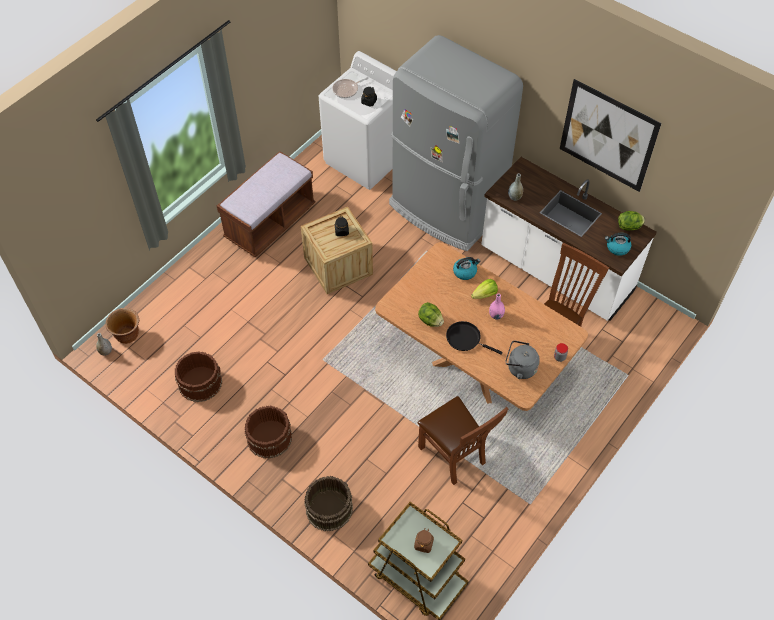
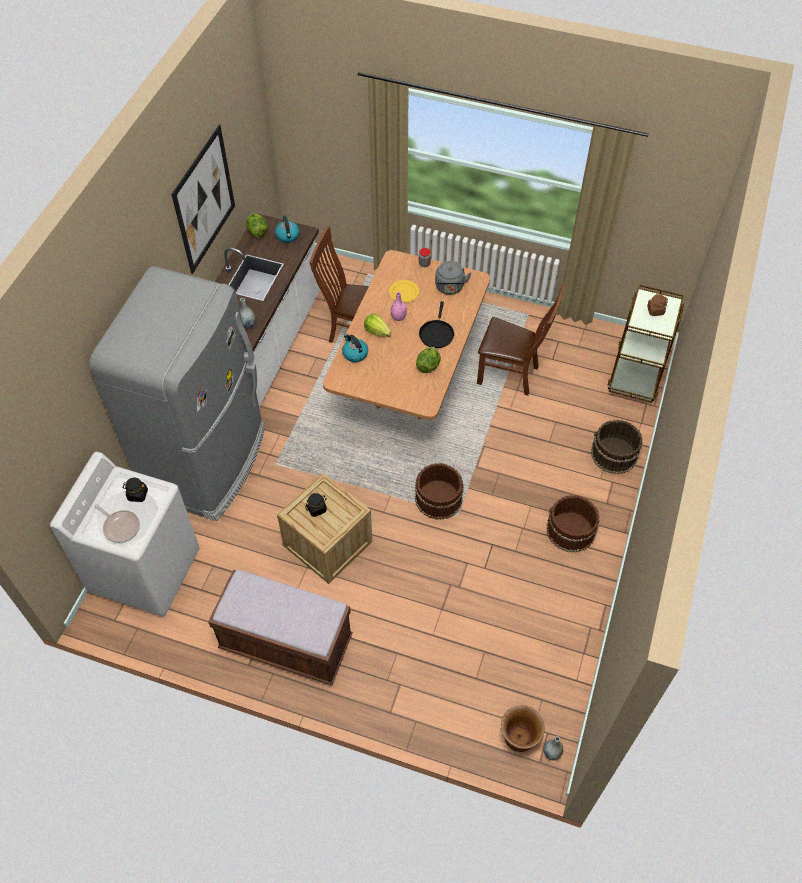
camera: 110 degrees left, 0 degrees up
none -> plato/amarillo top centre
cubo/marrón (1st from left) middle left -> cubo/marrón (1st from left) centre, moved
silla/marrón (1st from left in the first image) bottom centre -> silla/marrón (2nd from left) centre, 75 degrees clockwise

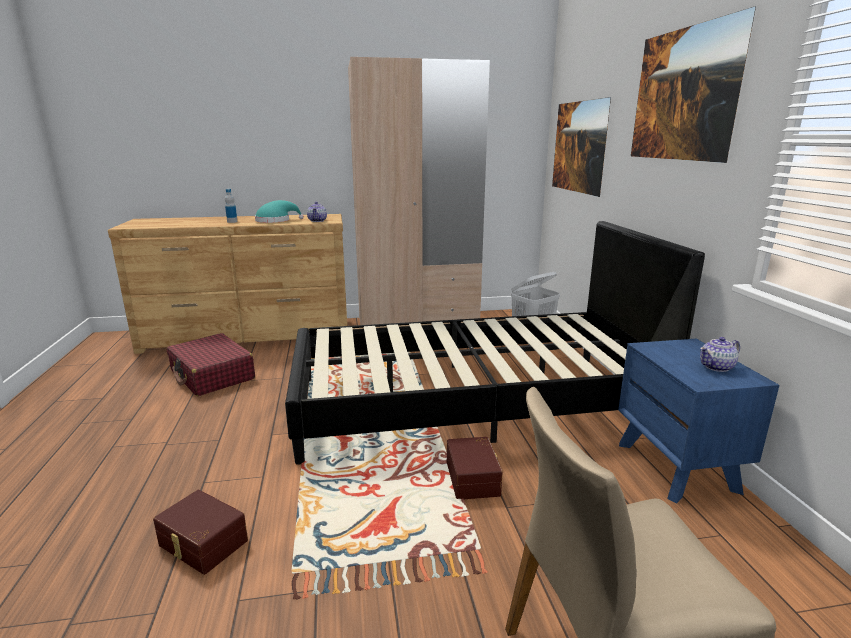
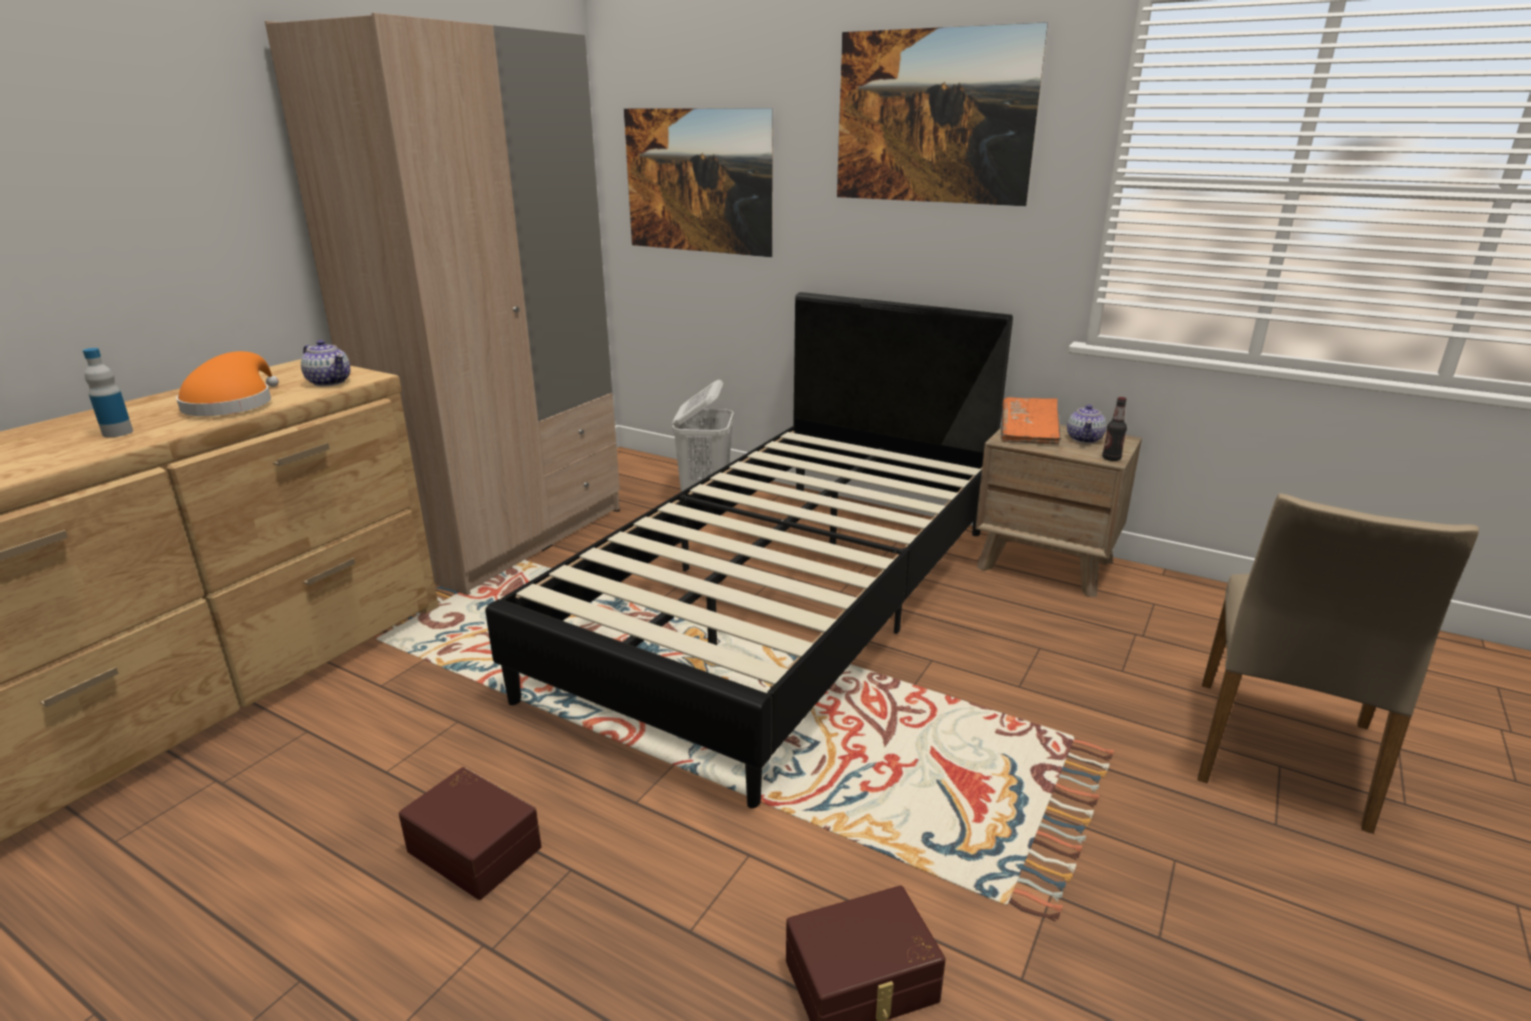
camera: 50 degrees left, 5 degrees up
maleta/rojo middle left -> none
none -> libro/naranja middle right
none -> botella (2nd from left) middle right
caja de almacenaje/marrón (2nd from left in the first image) bottom centre -> caja de almacenaje/marrón (1st from left) bottom left, moved
sombrero/turquesa top left -> sombrero/naranja middle left
mesita de noche/azul middle right -> mesita de noche/marrón middle right

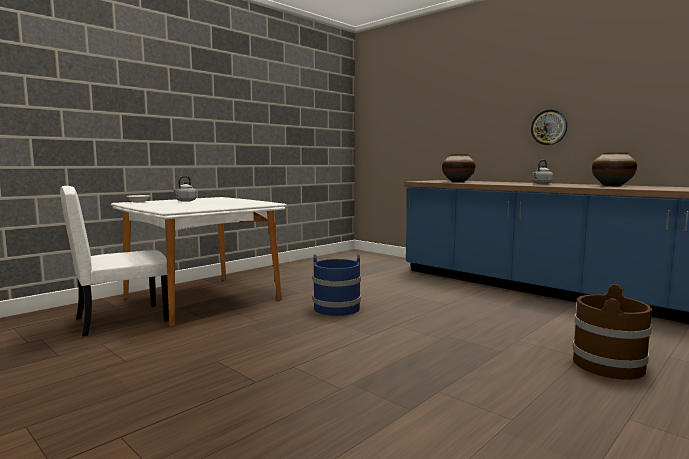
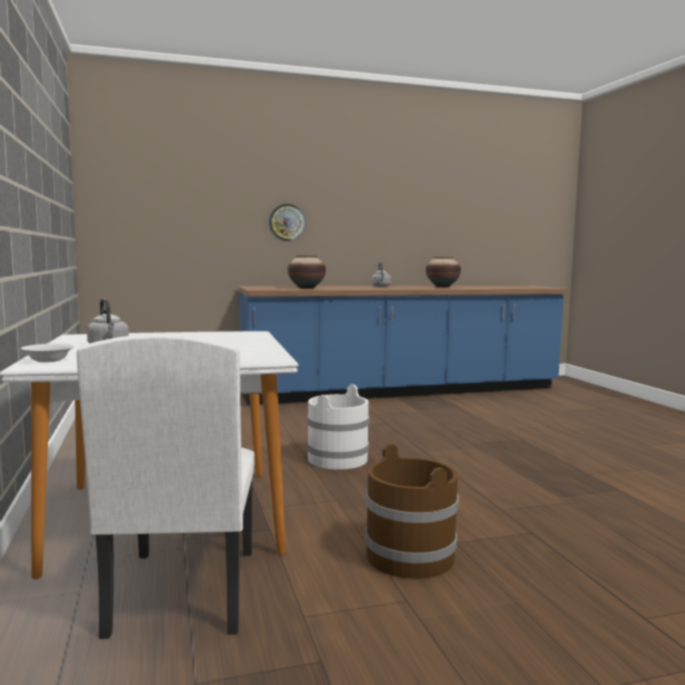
camera: 60 degrees left, 0 degrees up
reloj de pared top right -> reloj de pared top centre, moved
cubo/marrón bottom right -> cubo/marrón bottom centre, moved
cubo/azul centre -> cubo/blanco centre

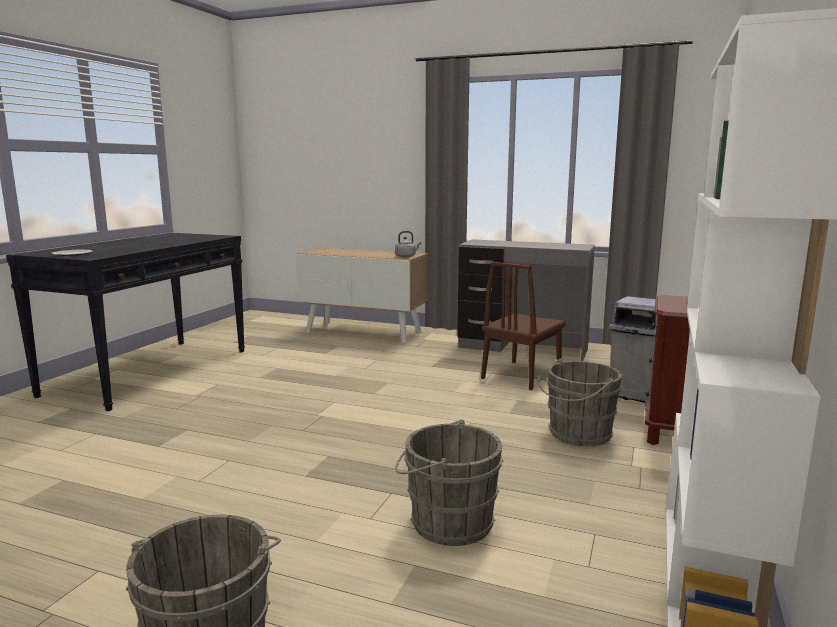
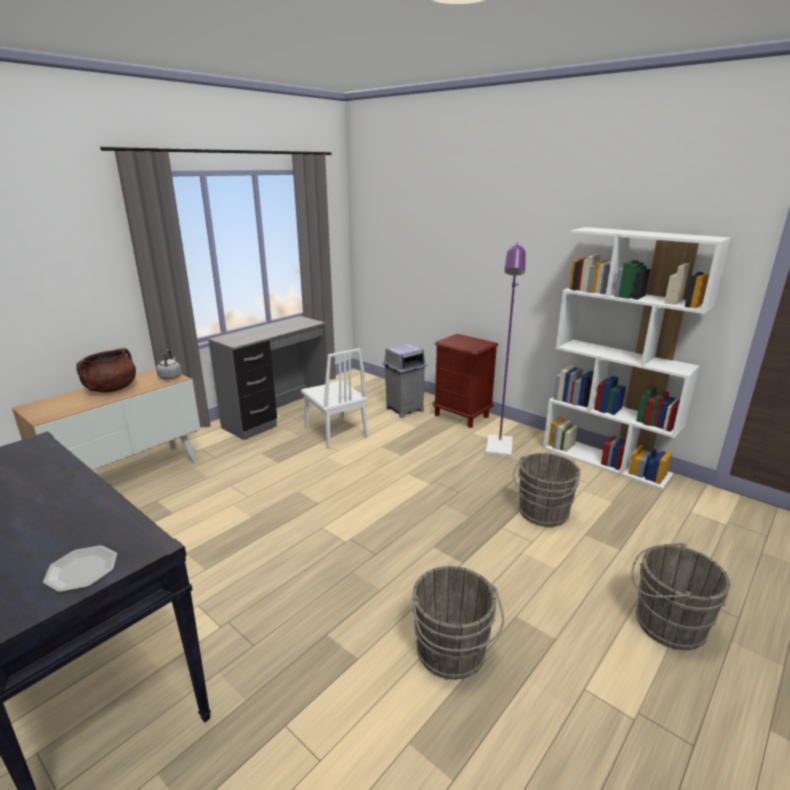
camera: 70 degrees left, 10 degrees up
none -> olla/marrón middle left
none -> lámpara de pie/morado centre
cubo/gris (3rd from left in the first image) middle right -> cubo/gris (1st from left) bottom centre, moved
silla/marrón centre -> silla/blanco centre

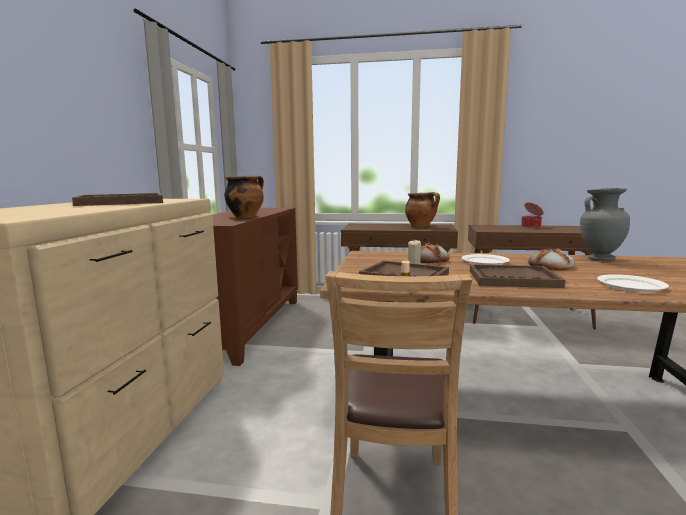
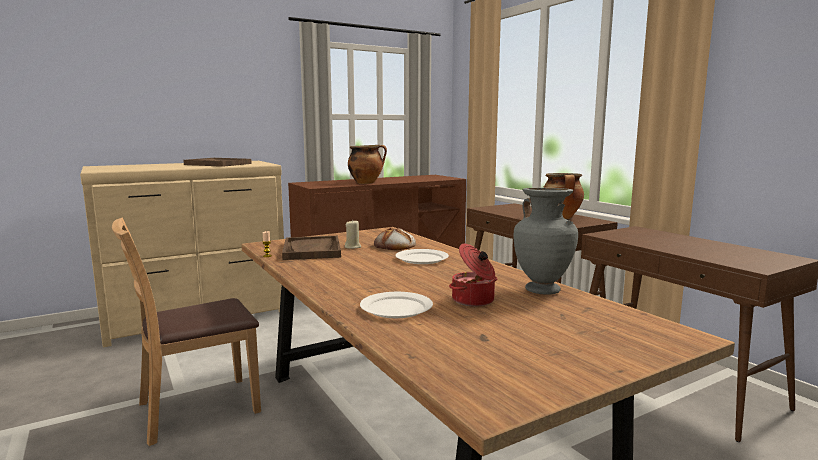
camera: 50 degrees right, 0 degrees up
bandeja/marrón (3rd from left) middle right -> none
pan (2nd from left) middle right -> none
olla (3rd from left in the first image) middle right -> olla (2nd from left) centre, moved

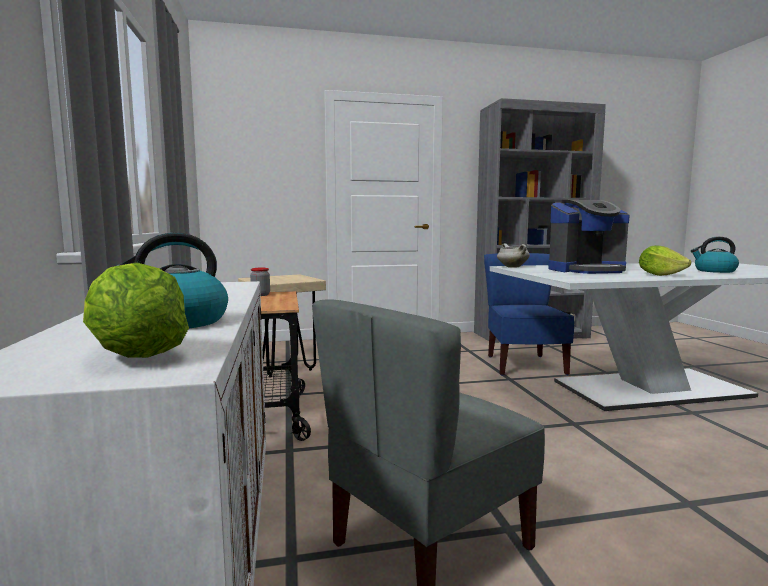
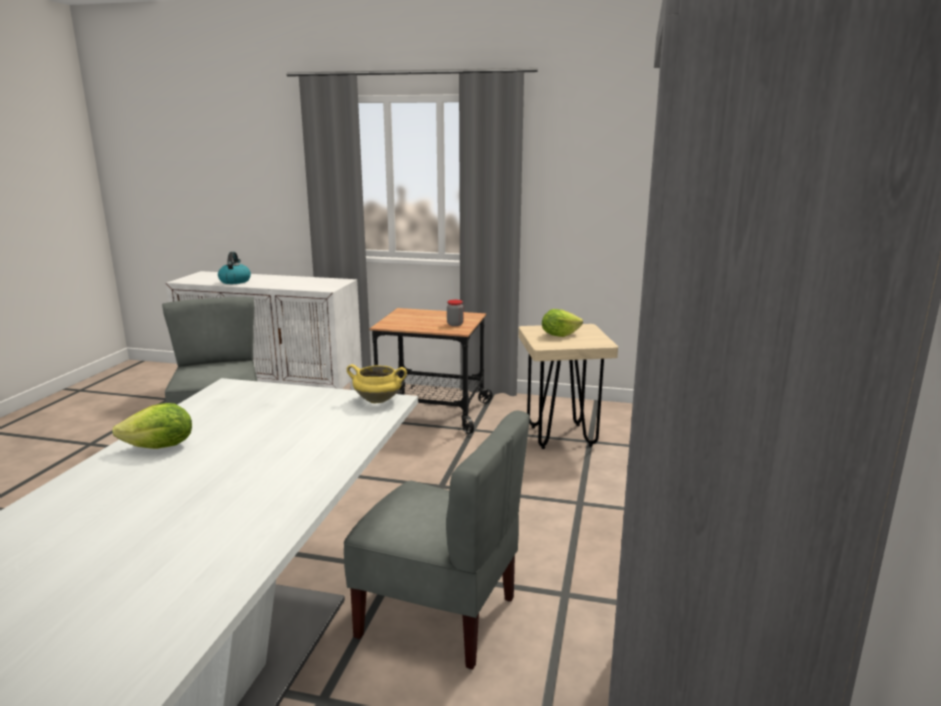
camera: 115 degrees right, 10 degrees up
cafetera middle right -> none
hervidor (2nd from left) middle right -> none
lechuga (1st from left in the first image) middle left -> lechuga (2nd from left) centre, moved
silla/azul middle right -> silla/gris (2nd from left) bottom centre
olla/blanco middle right -> olla/amarillo centre

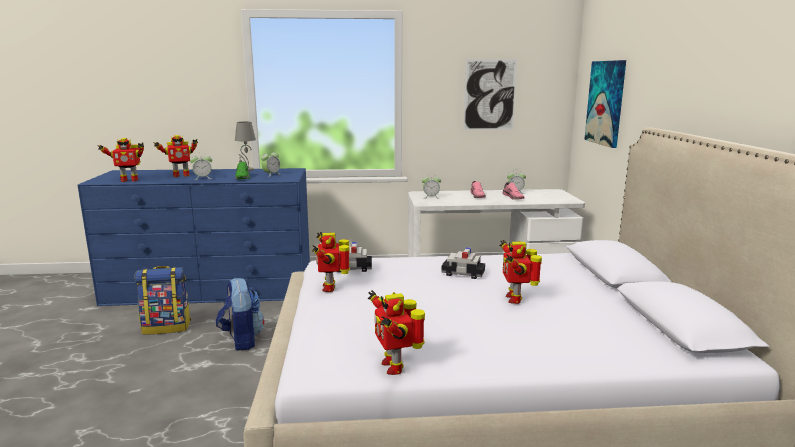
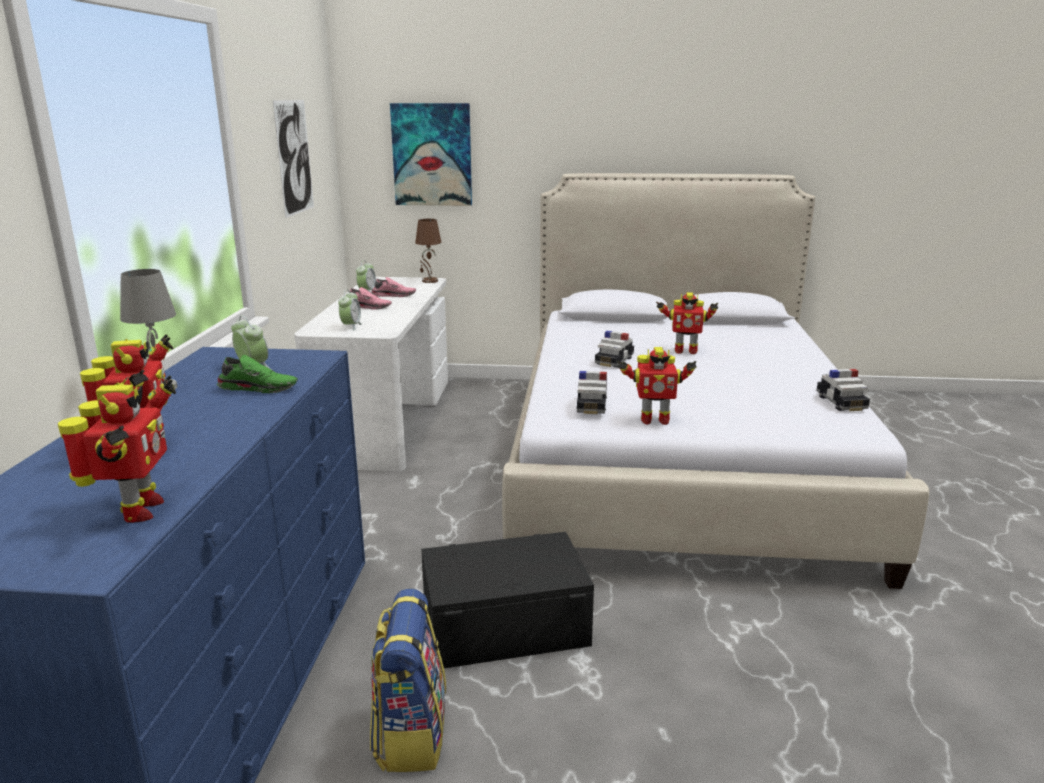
camera: 80 degrees left, 5 degrees up
despertador (1st from left) middle left -> none
none -> lámpara de mesa/marrón top centre
mochila (2nd from left) bottom left -> caja de almacenaje/negro bottom centre
robot de juguete (4th from left) bottom centre -> coche de juguete (3rd from left) middle right

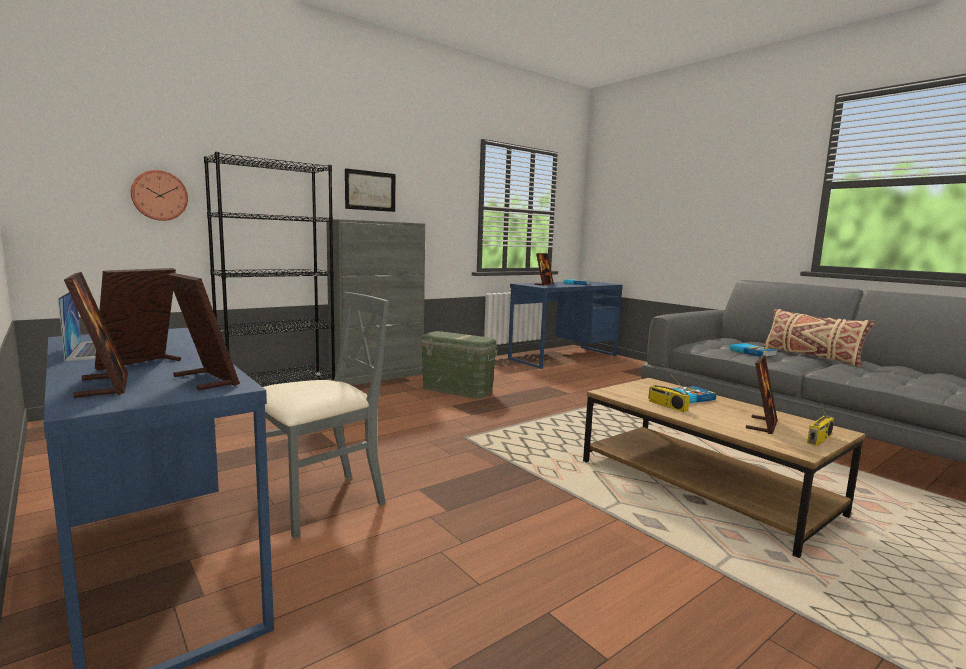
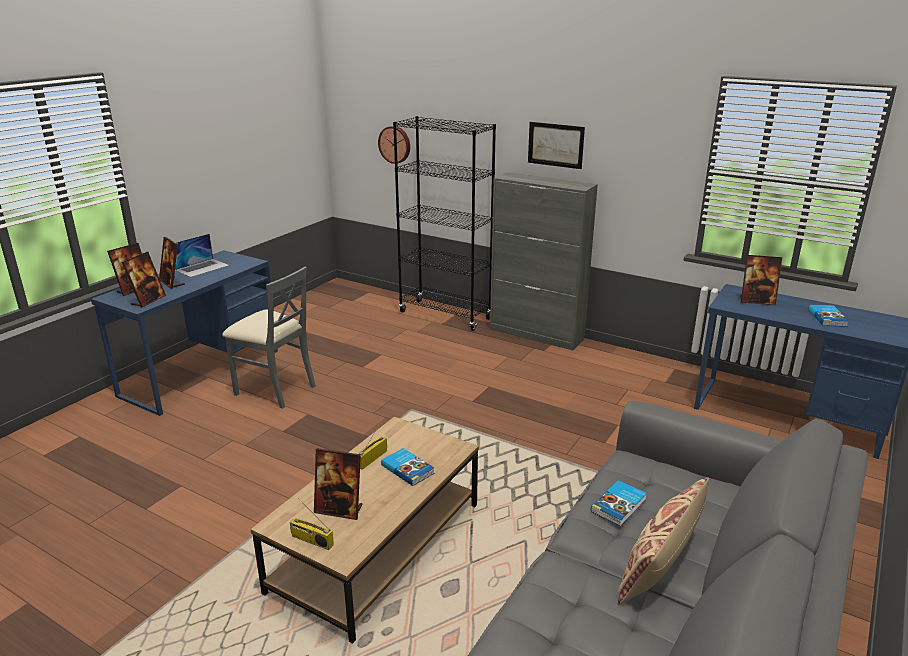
camera: 70 degrees right, 15 degrees up
caja de almacenaje/verde centre -> none
portarretratos (2nd from left in the first image) middle left -> portarretratos (3rd from left) middle left, 135 degrees counterclockwise

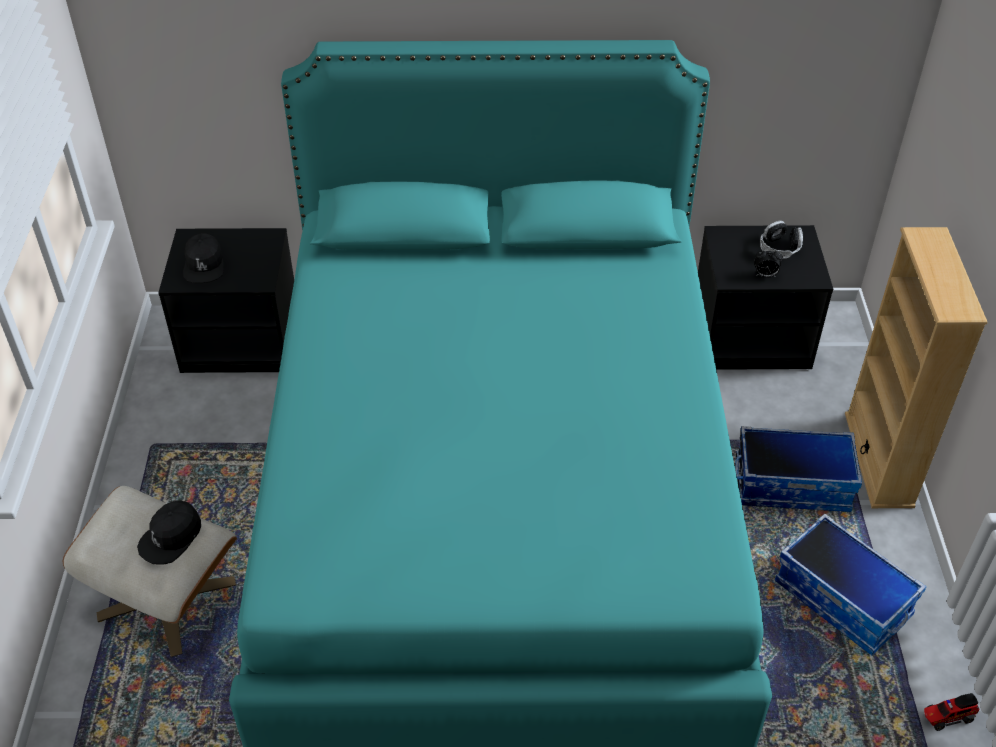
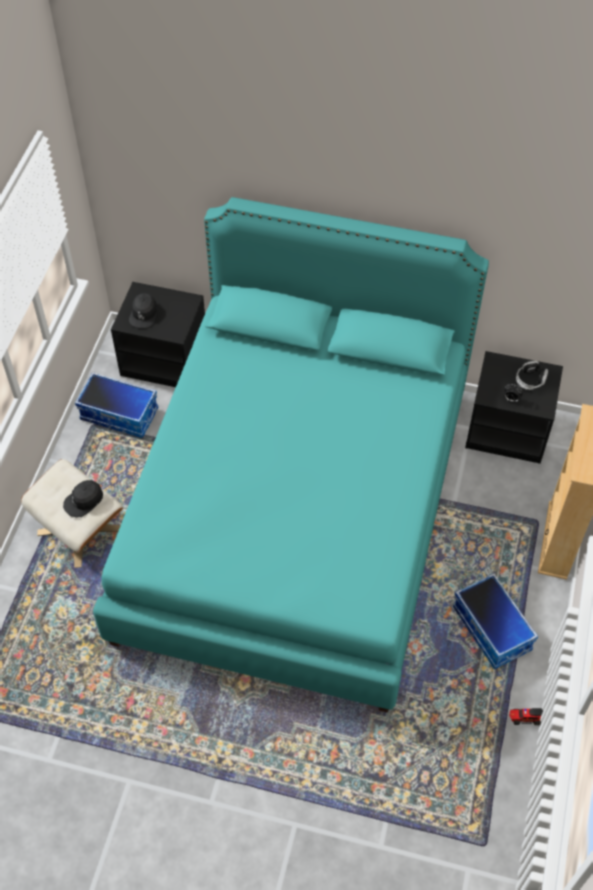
camera: 15 degrees right, 10 degrees up
caja de almacenaje (1st from left) middle right -> caja de almacenaje (1st from left) middle left, moved

